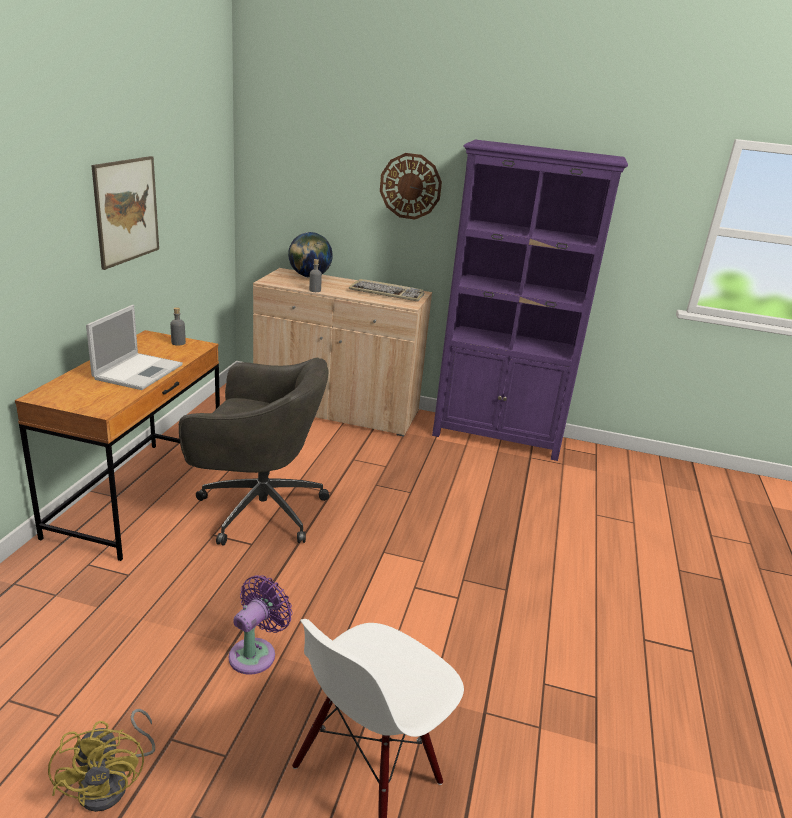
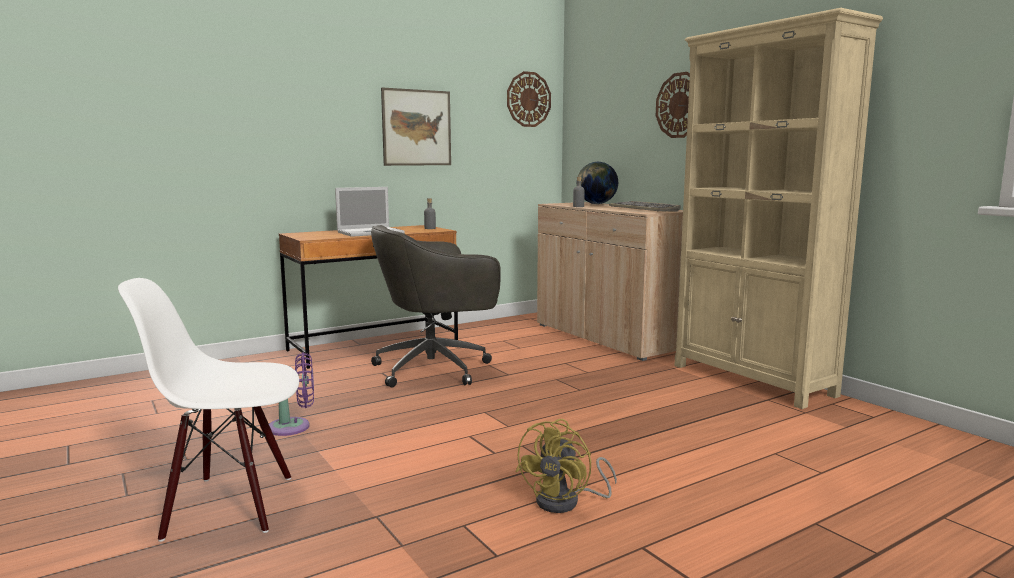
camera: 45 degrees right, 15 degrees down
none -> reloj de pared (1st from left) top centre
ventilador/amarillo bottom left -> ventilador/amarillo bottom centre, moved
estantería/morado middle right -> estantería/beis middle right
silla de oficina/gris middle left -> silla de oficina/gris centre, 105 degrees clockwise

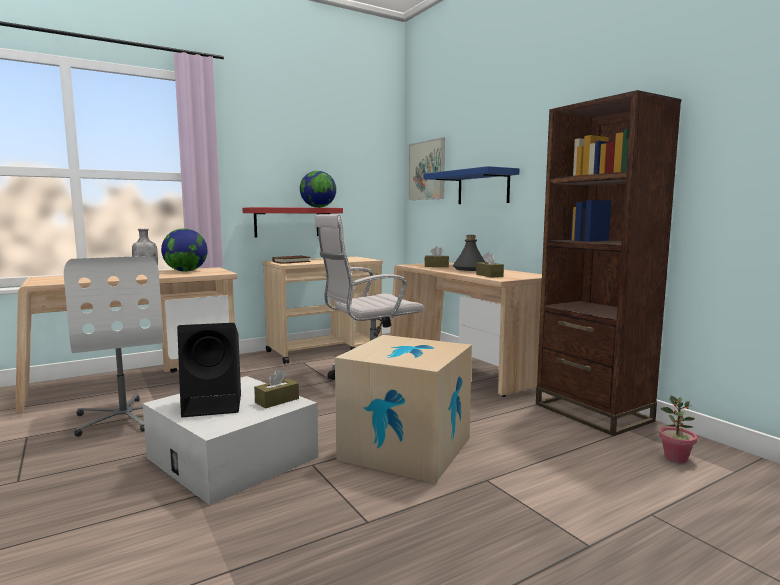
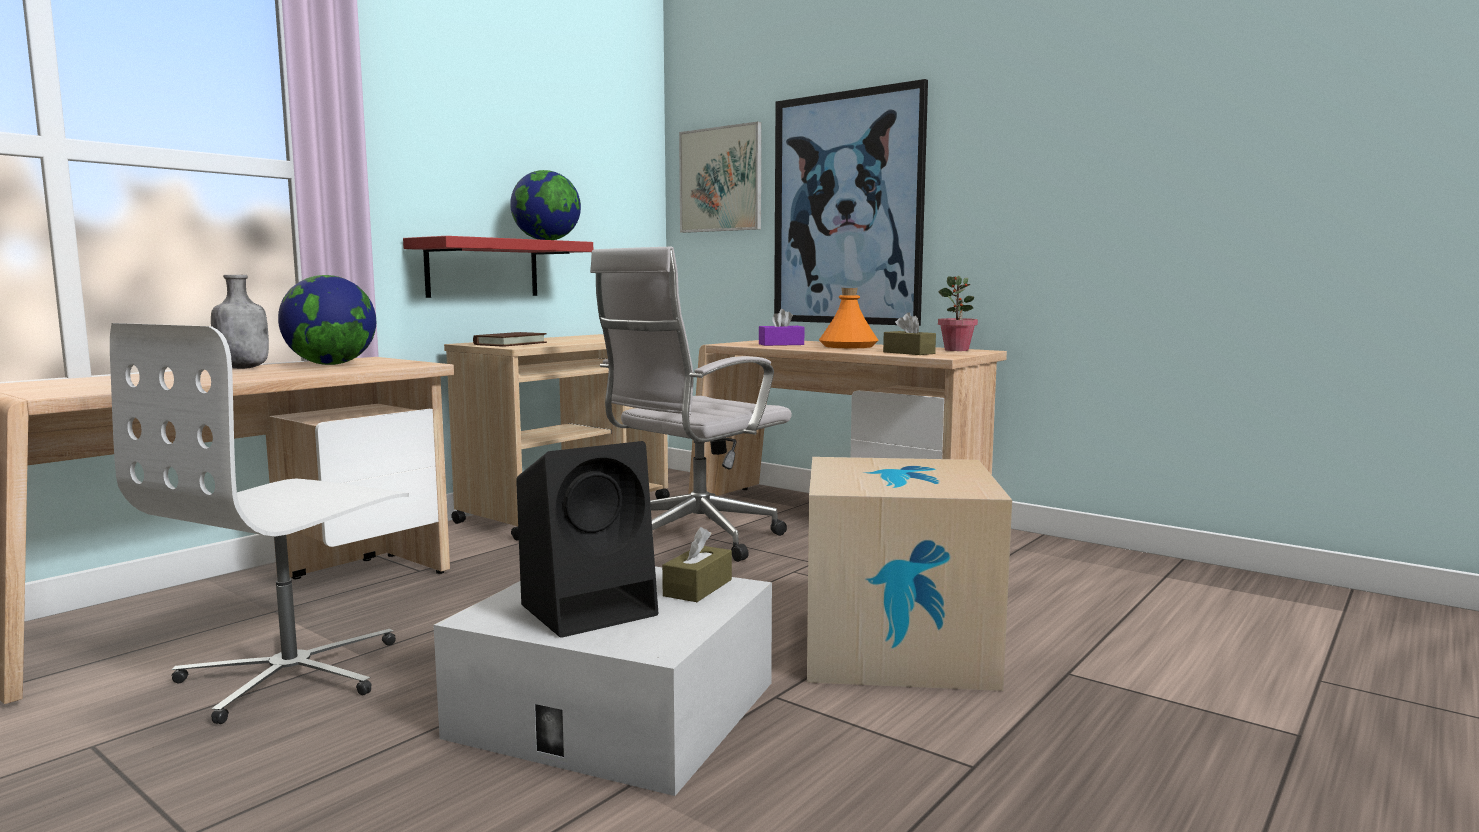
camera: 20 degrees left, 0 degrees up
estantería/marrón middle right -> none
planta en maceta bottom right -> planta en maceta centre, moved
estante/azul top centre -> cuadro (2nd from left) top centre
caja de pañuelos/marrón (2nd from left) centre -> caja de pañuelos/morado centre
botella/gris (2nd from left) centre -> botella/naranja centre
silla de oficina/blanco (1st from left) middle left, 75 degrees clockwise

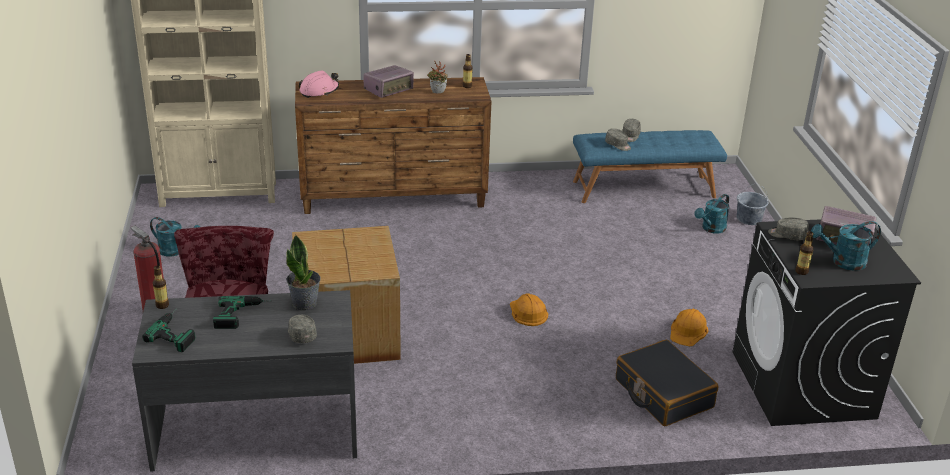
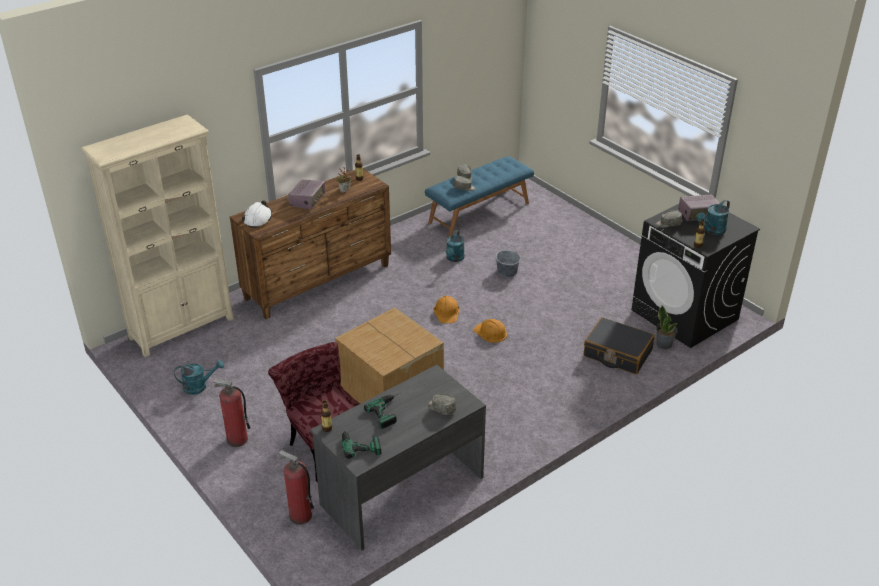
camera: 30 degrees left, 5 degrees up
none -> extintor (2nd from left) bottom centre
planta en maceta (1st from left in the first image) middle left -> planta en maceta (2nd from left) middle right, moved
casco/naranja (2nd from left in the first image) bottom right -> casco/naranja (1st from left) centre, moved
regadera/turquesa (2nd from left) middle right -> regadera/turquesa (2nd from left) centre, moved
cubo/gris middle right -> cubo/gris centre, moved
casco/rosa top centre -> casco/blanco middle left

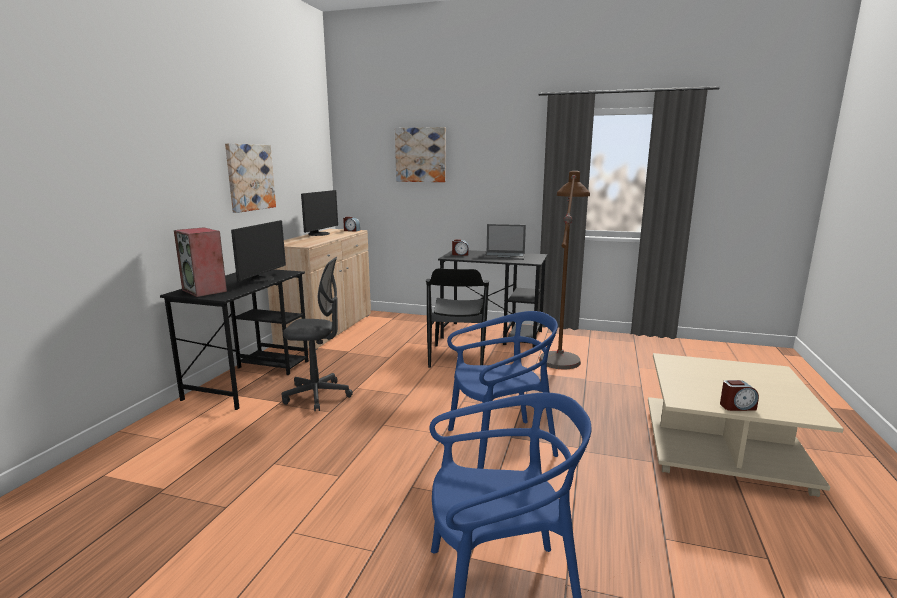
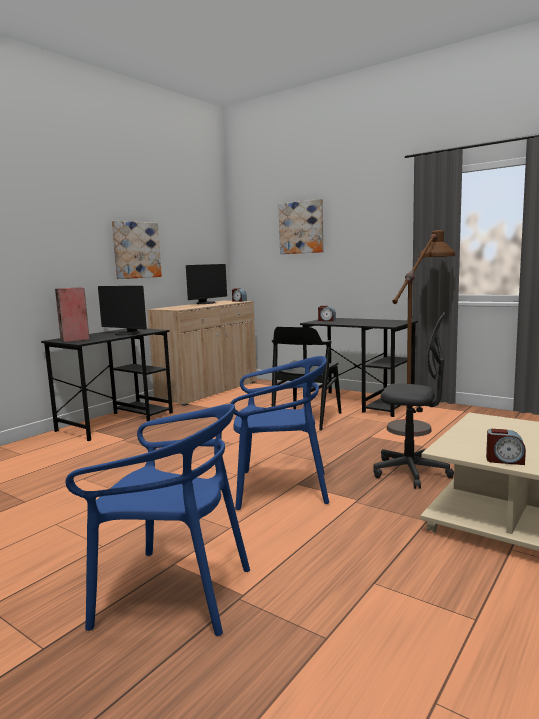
camera: 20 degrees right, 5 degrees down
portátil centre -> none
silla de oficina/gris centre -> silla de oficina/gris middle right, moved
monitor (1st from left) middle left, 90 degrees clockwise

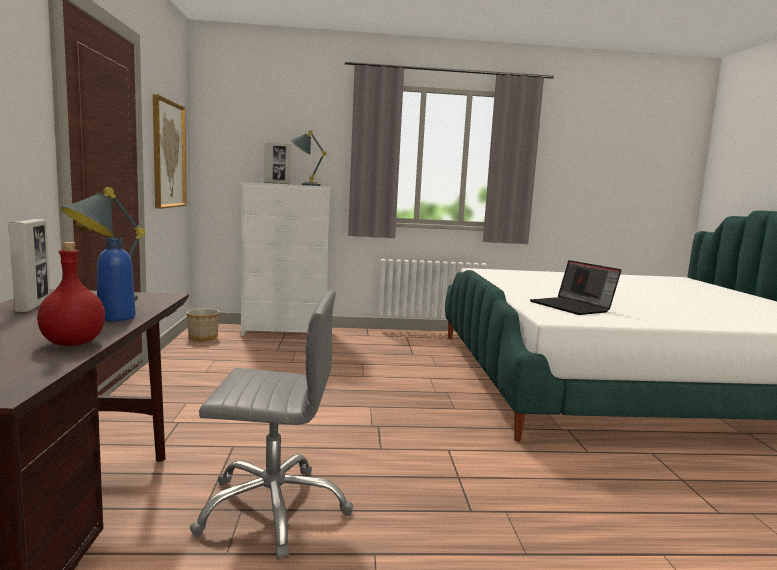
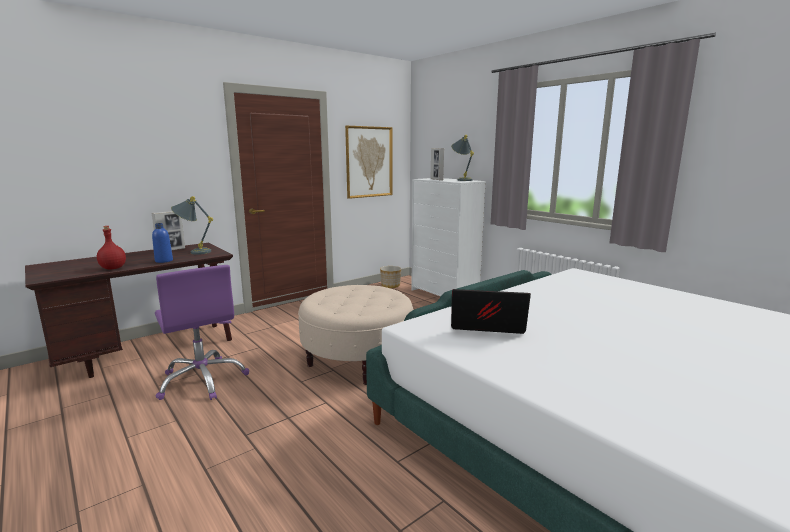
camera: 55 degrees right, 5 degrees up
none -> puf/beis centre
silla de oficina/gris bottom centre -> silla de oficina/morado middle left
portátil middle right -> portátil centre, 75 degrees clockwise

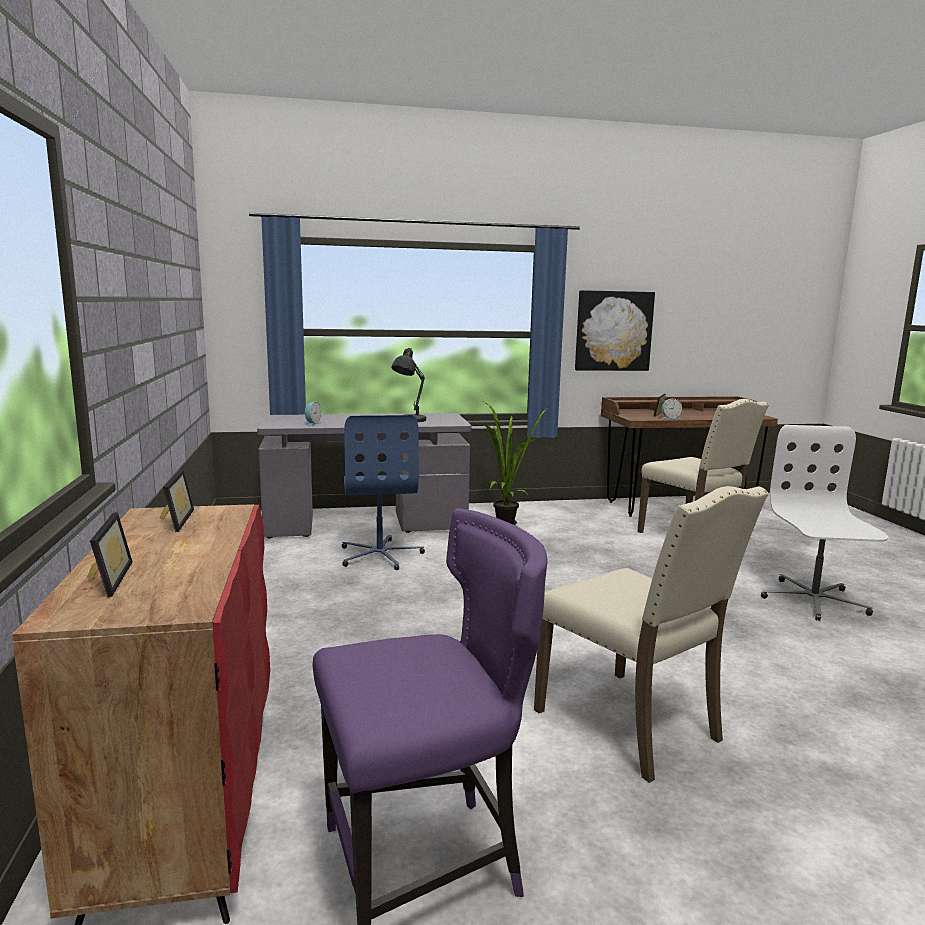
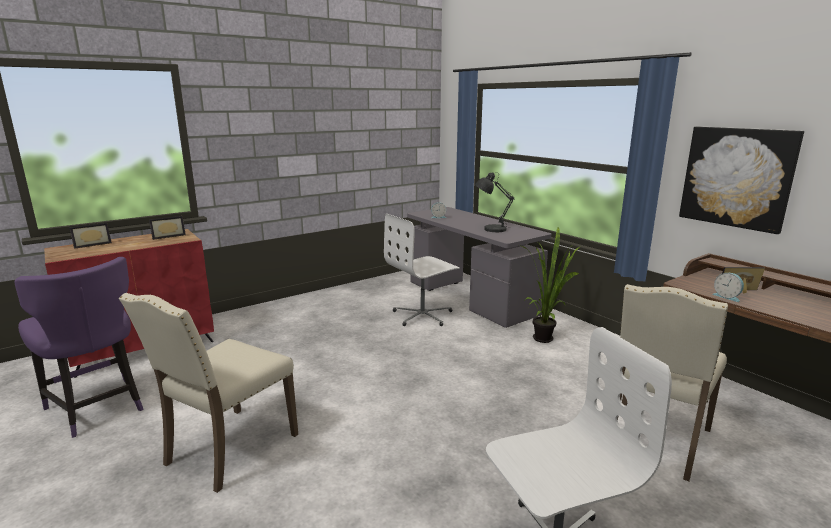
camera: 65 degrees right, 5 degrees up
silla de oficina/azul centre -> silla de oficina/blanco (1st from left) centre

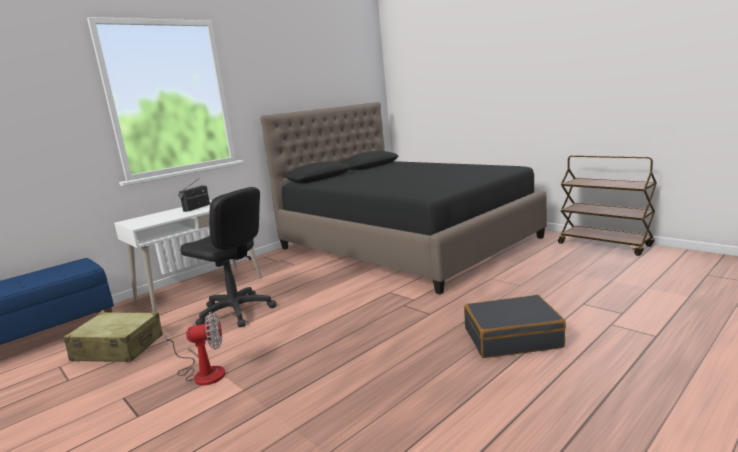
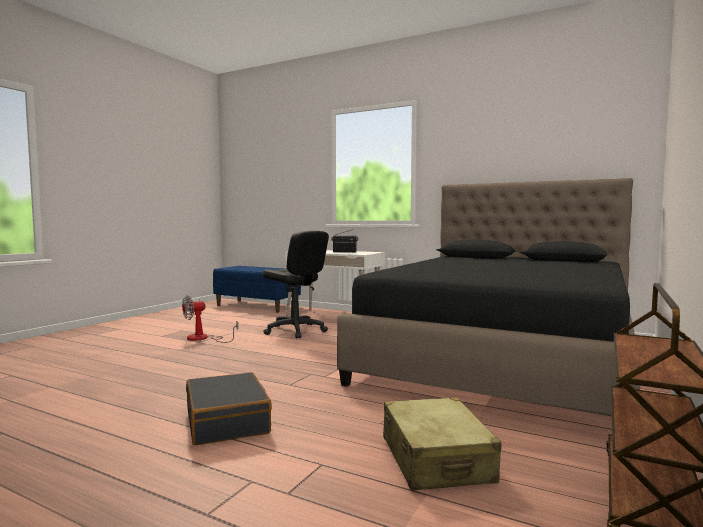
camera: 70 degrees right, 10 degrees down
maleta/beis bottom left -> maleta/beis bottom centre, moved
ventilador bottom left -> ventilador middle left, 90 degrees clockwise
silla de oficina/negro middle left -> silla de oficina/negro centre, 60 degrees counterclockwise

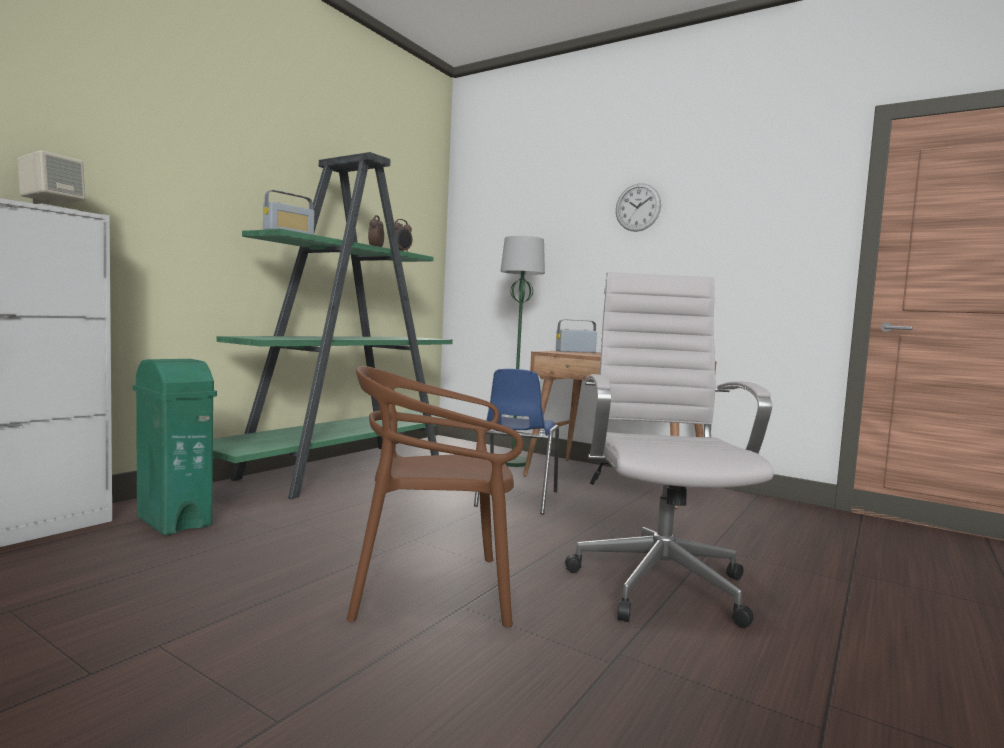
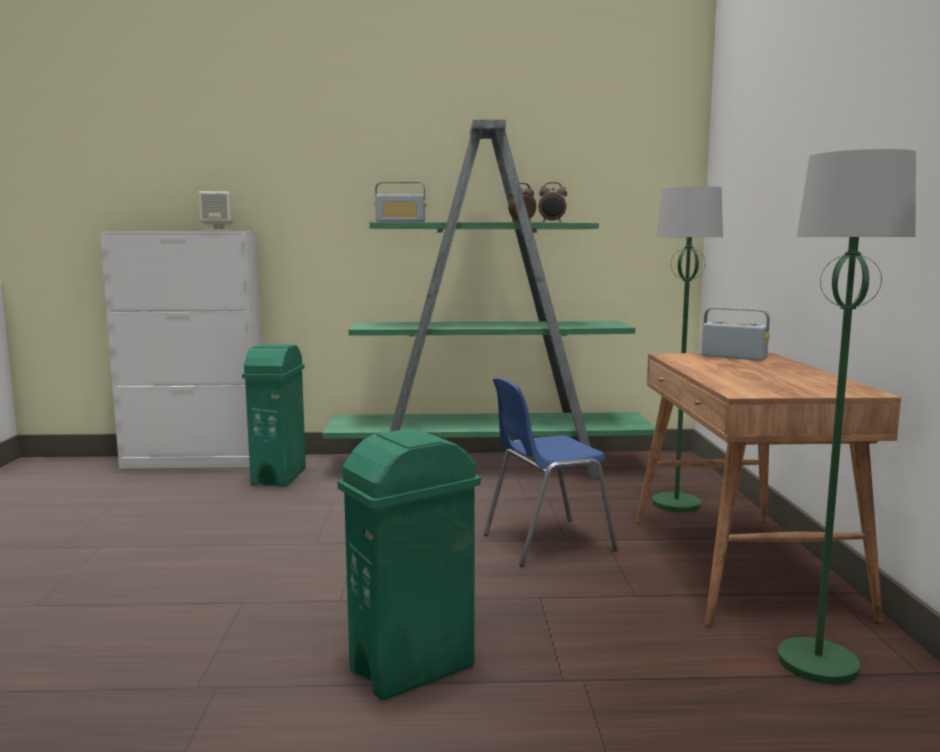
camera: 55 degrees right, 5 degrees up
silla/marrón centre -> none
reloj de pared top centre -> none
none -> lámpara de pie/verde (2nd from left) middle right
silla de oficina/blanco centre -> papelera/verde (2nd from left) bottom centre

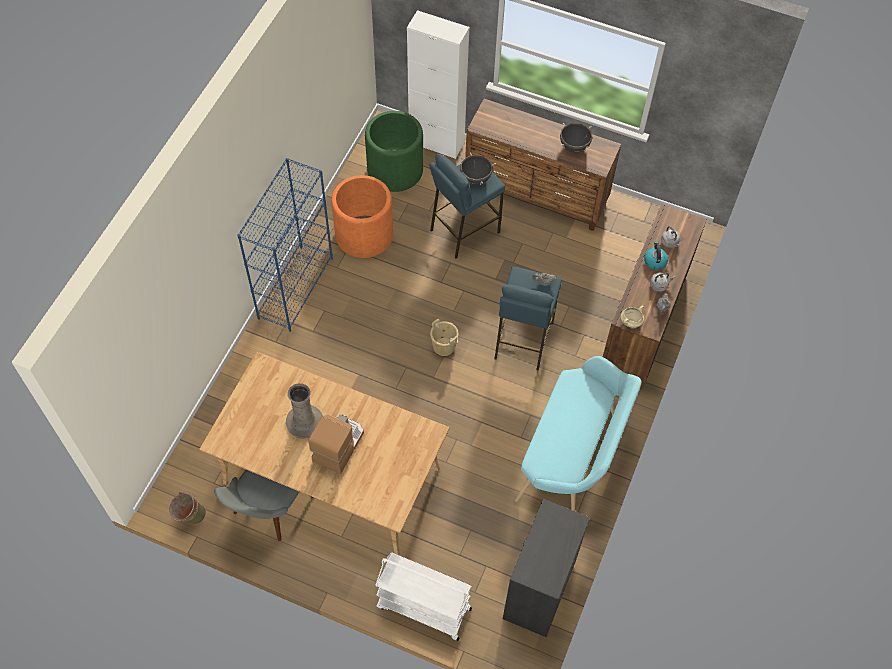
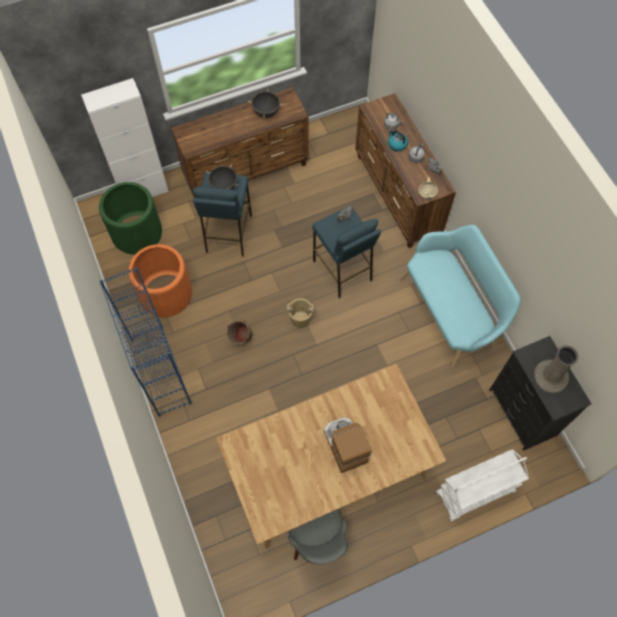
camera: 45 degrees left, 5 degrees up
cubo/verde bottom left -> cubo/verde centre, moved
florero/beis centre -> florero/beis middle right, moved

